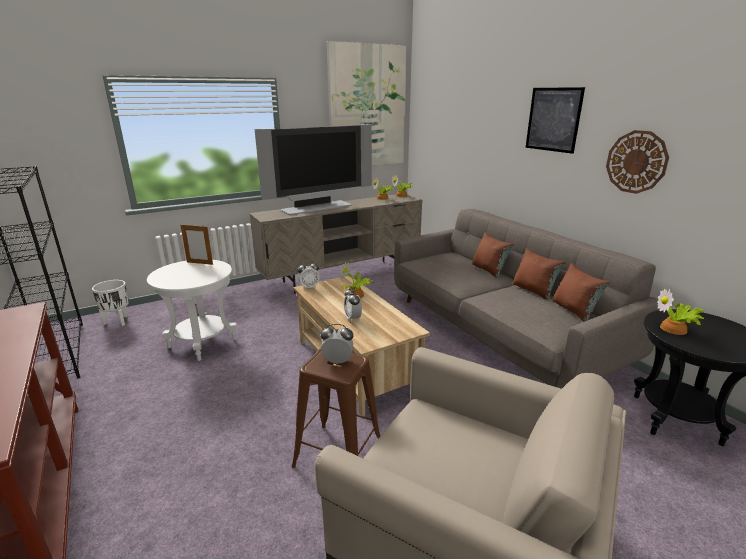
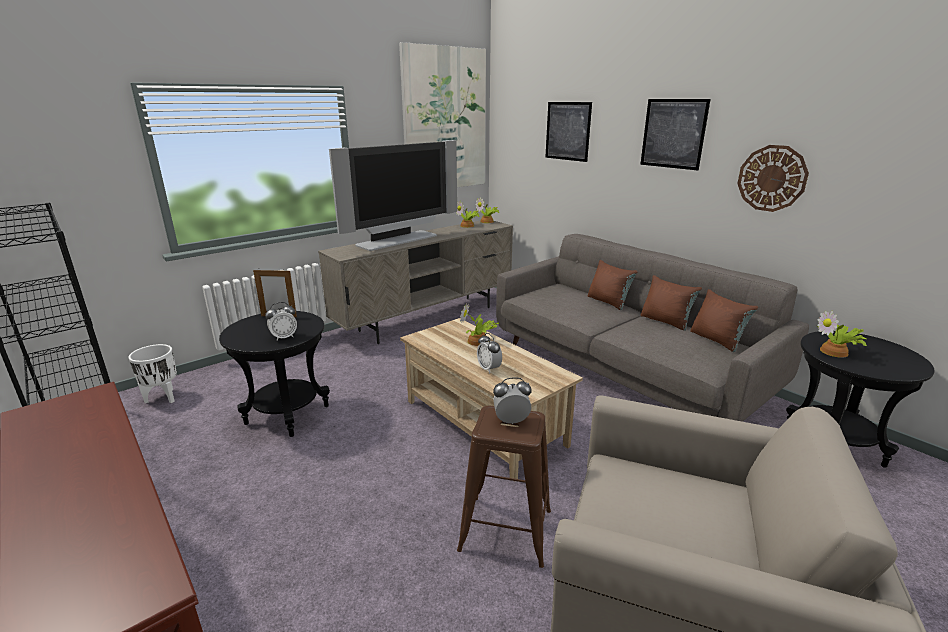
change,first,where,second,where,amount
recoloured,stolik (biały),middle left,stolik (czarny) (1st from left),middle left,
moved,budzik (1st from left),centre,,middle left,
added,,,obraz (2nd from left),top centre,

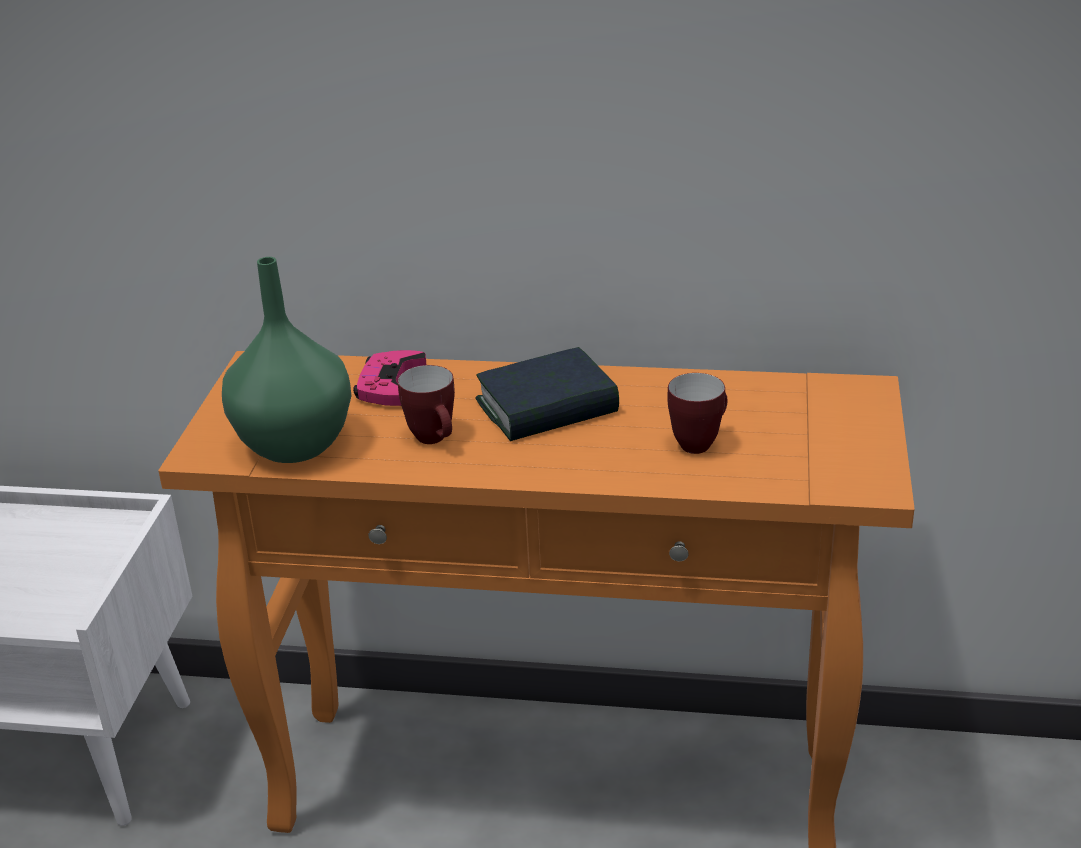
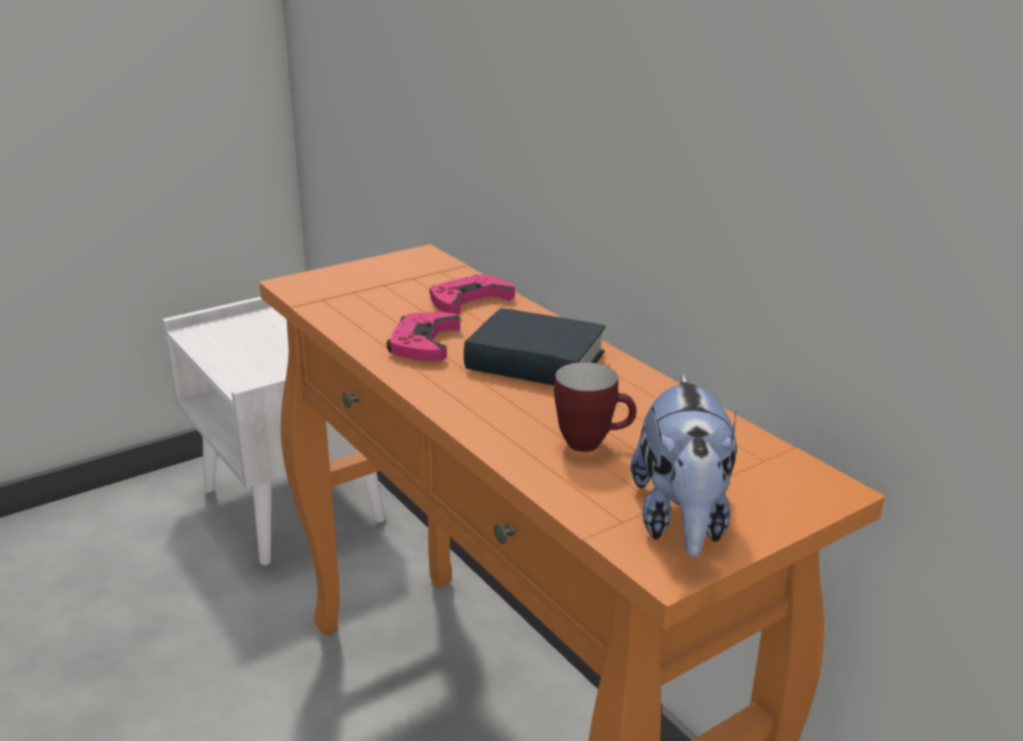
change,first,where,second,where,amount
removed,wazon (zielony),middle left,,,
replaced,kubek (1st from left),centre,pad do gier (różowy) (1st from left),centre,
added,,,pluszak,middle right,

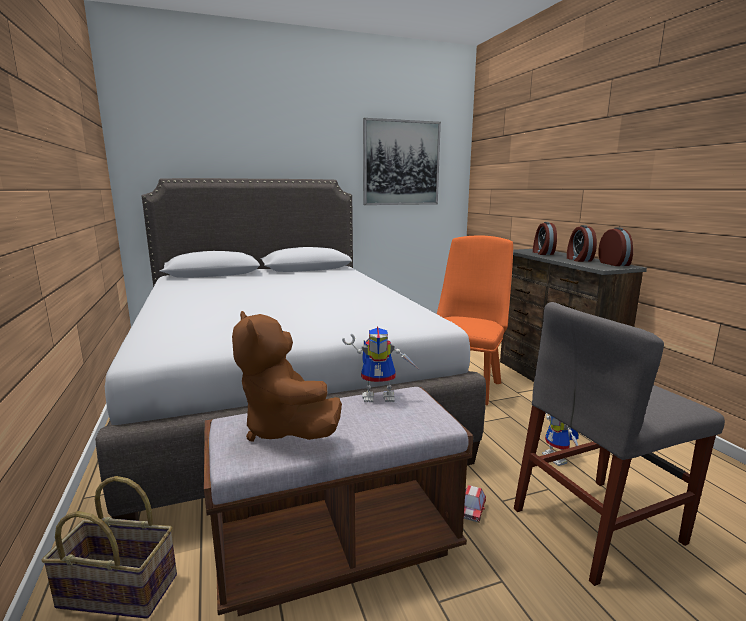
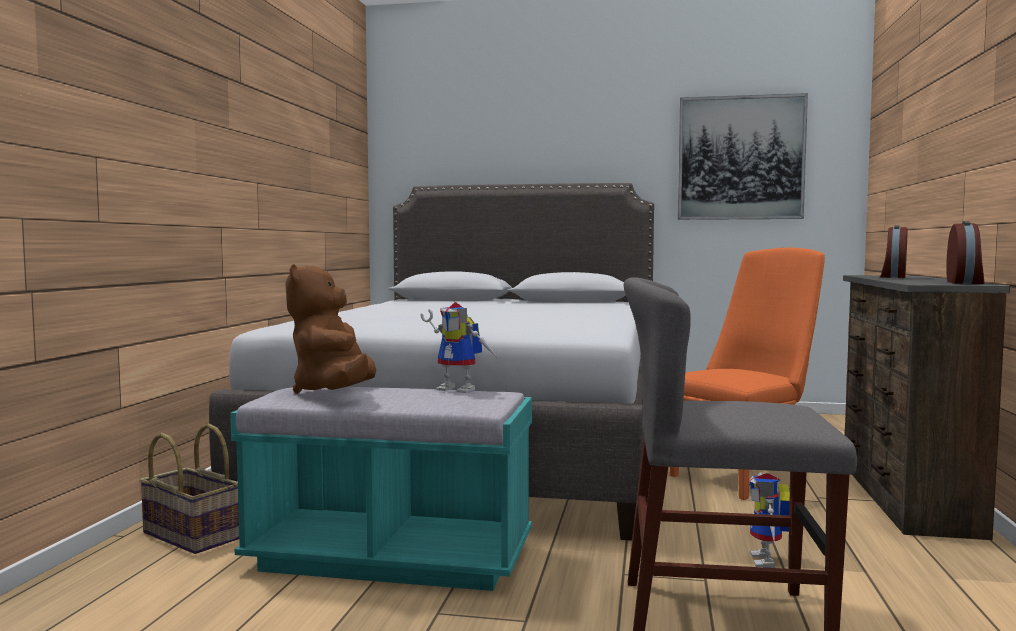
change,first,where,second,where,amount
removed,budzik (2nd from left),middle right,,,
recoloured,ławka (brązowy),bottom centre,ławka (turkusowy),bottom centre,
removed,samochodzik,bottom centre,,,

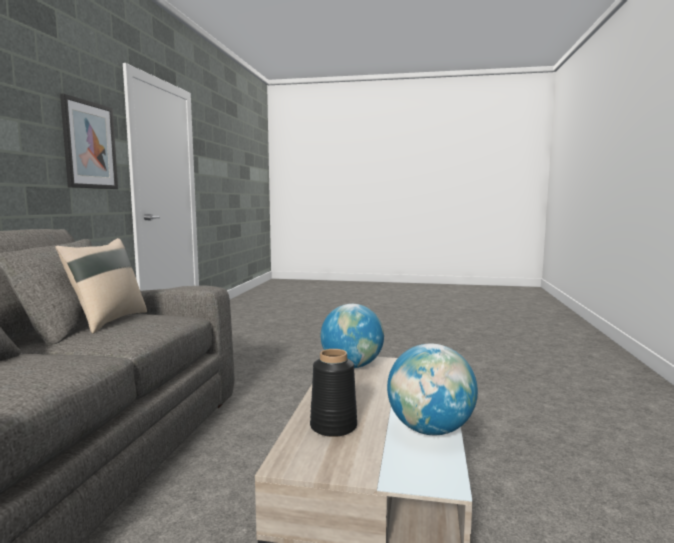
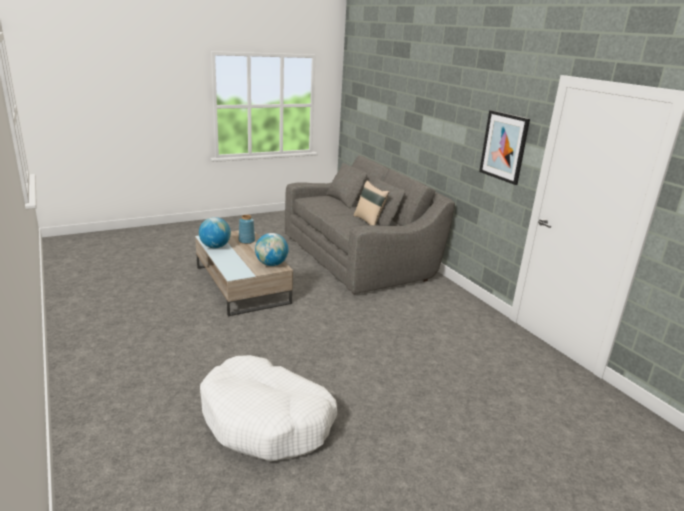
change,first,where,second,where,amount
recoloured,wazon (czarny),bottom centre,wazon (niebieski),centre,
added,,,legowisko (biały),bottom centre,

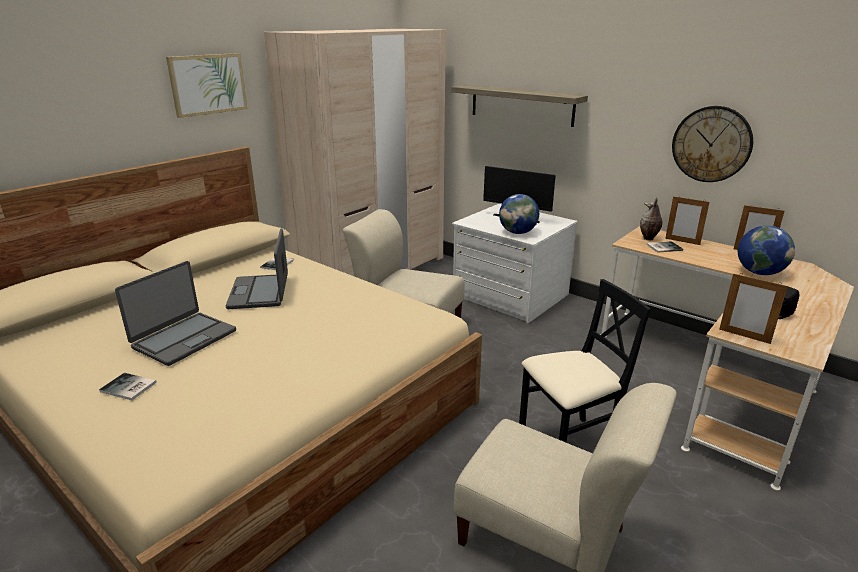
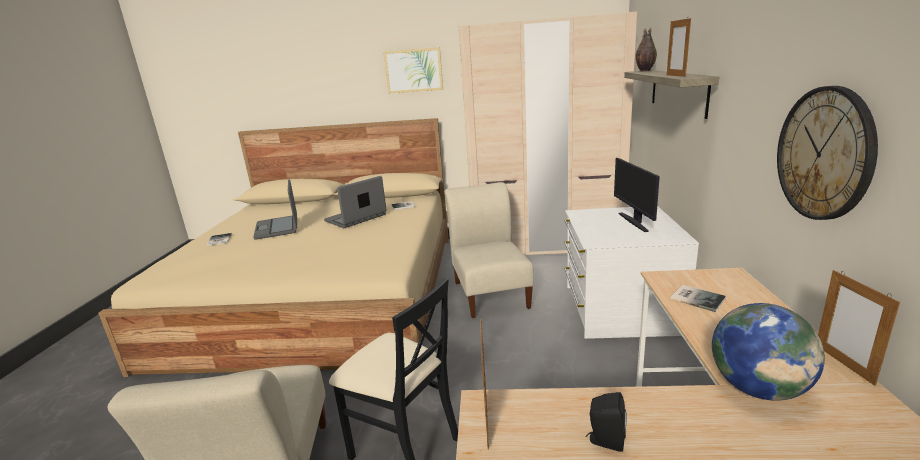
change,first,where,second,where,amount
removed,globus (1st from left),centre,,,
moved,ramka na zdjęcie (1st from left in the first image),middle right,ramka na zdjęcie (2nd from left),top right,
moved,wazon,middle right,,top right,
turned,laptop (1st from left),middle left,,middle left,75 degrees clockwise

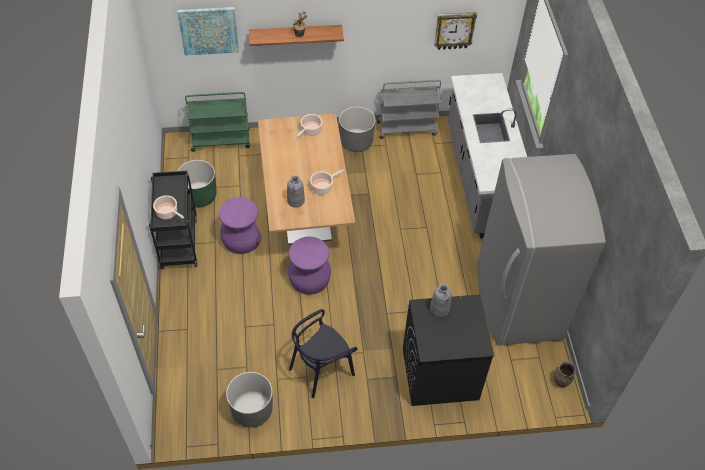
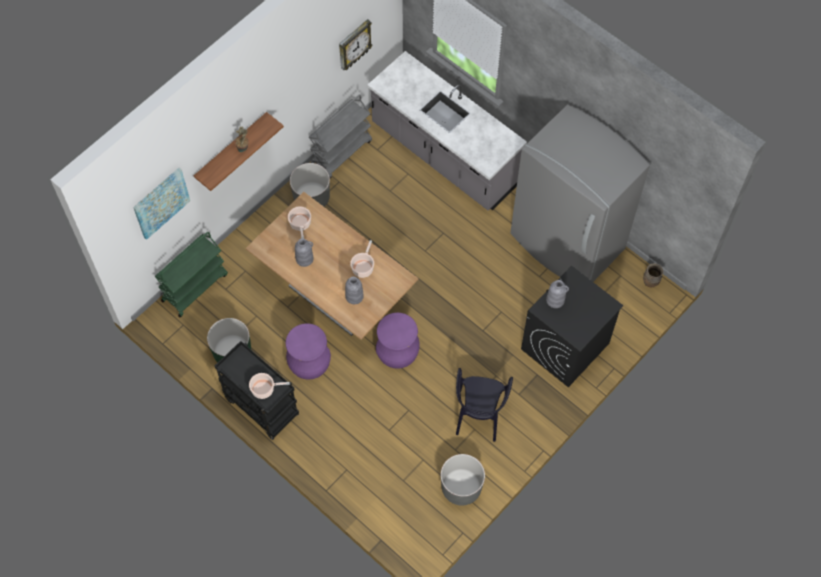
change,first,where,second,where,amount
added,,,wazon (szary) (1st from left),centre,

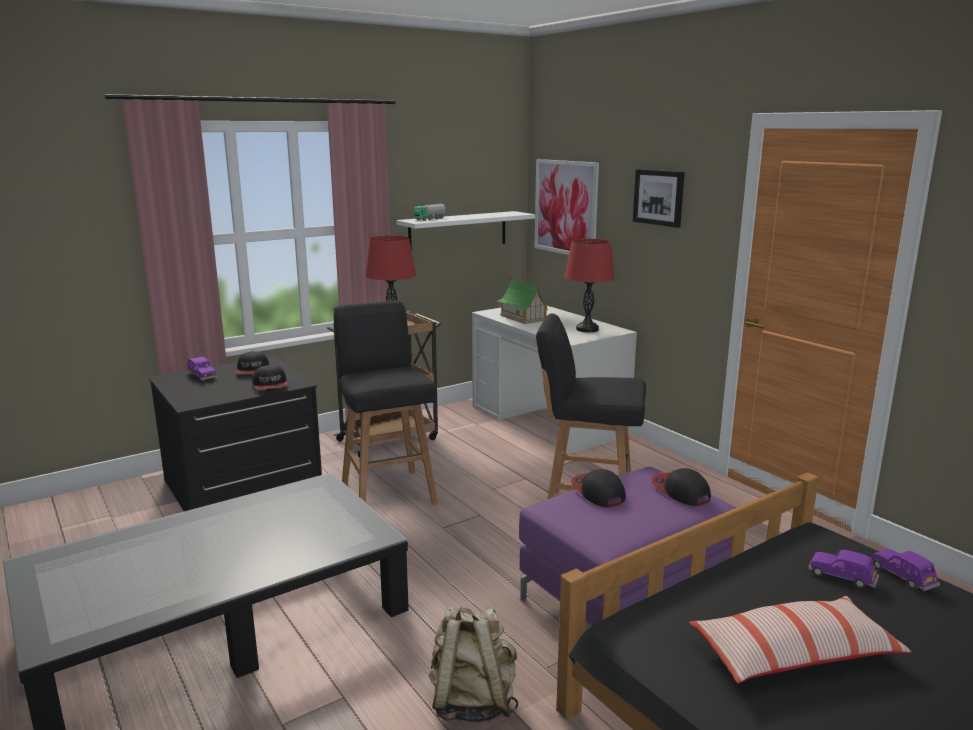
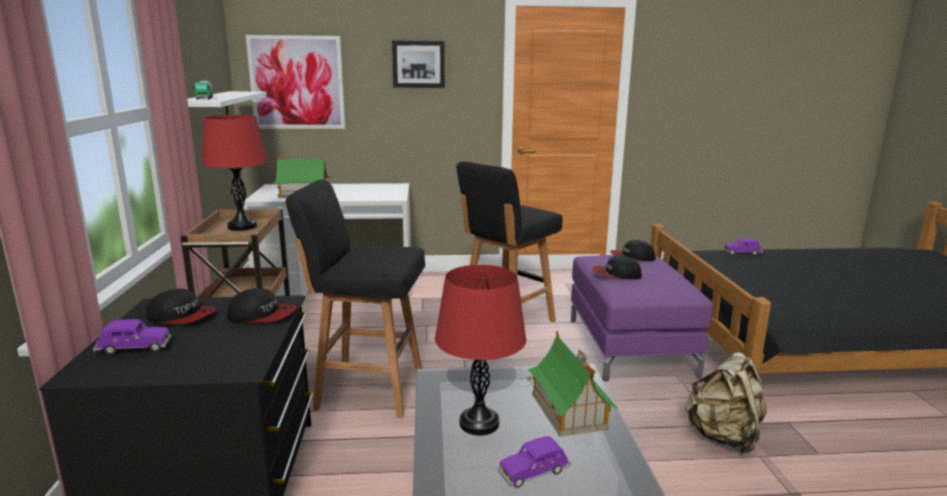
change,first,where,second,where,amount
moved,lampa stołowa (czerwony) (2nd from left),centre,,bottom centre,
moved,samochodzik (fioletowy) (2nd from left),bottom right,,bottom centre,
removed,poduszka,bottom right,,,
added,,,domek (2nd from left),bottom centre,

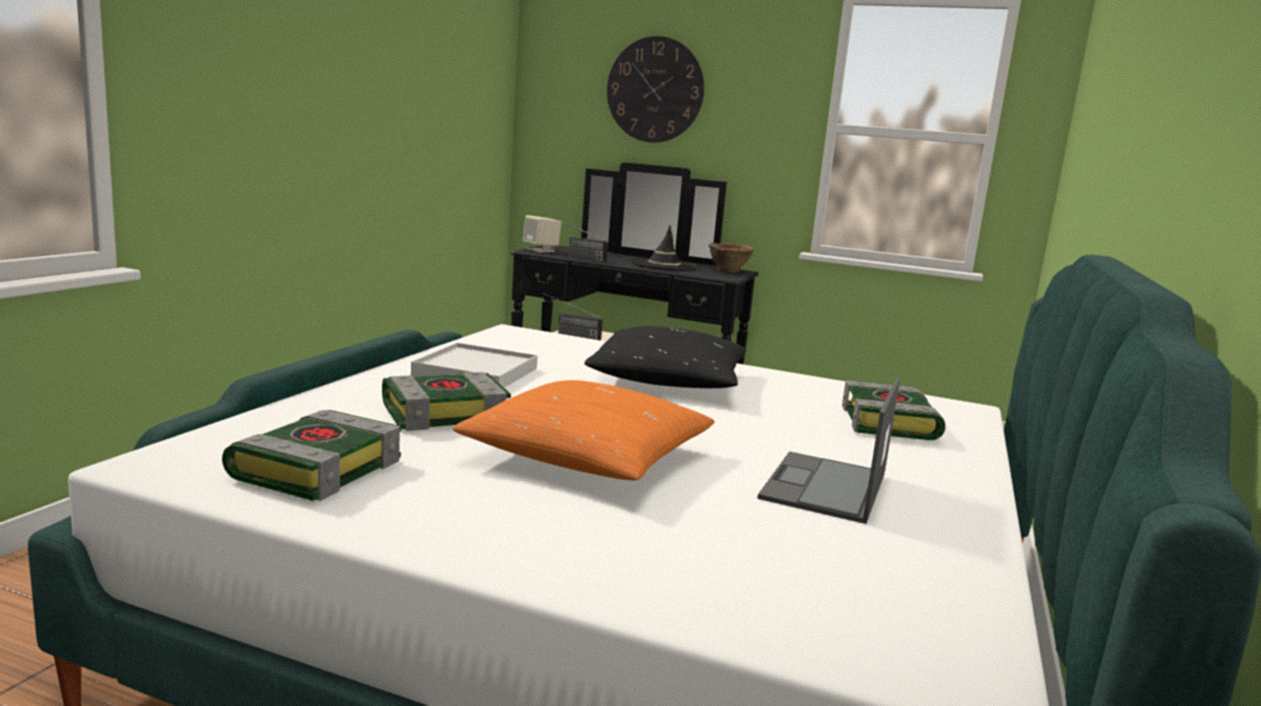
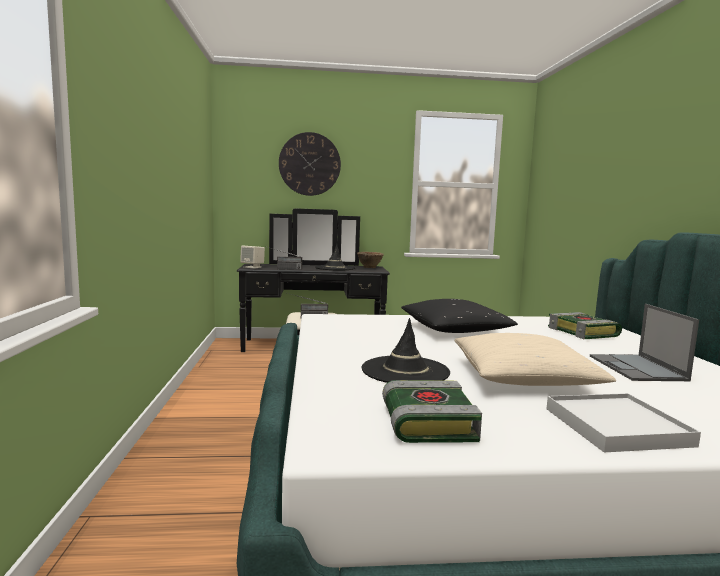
change,first,where,second,where,amount
moved,taca (biały),centre,,bottom right,
replaced,książka (2nd from left),centre,kapelusz (czarny) (2nd from left),centre,
recoloured,poduszka (pomarańczowy),centre,poduszka (beżowy),middle right,

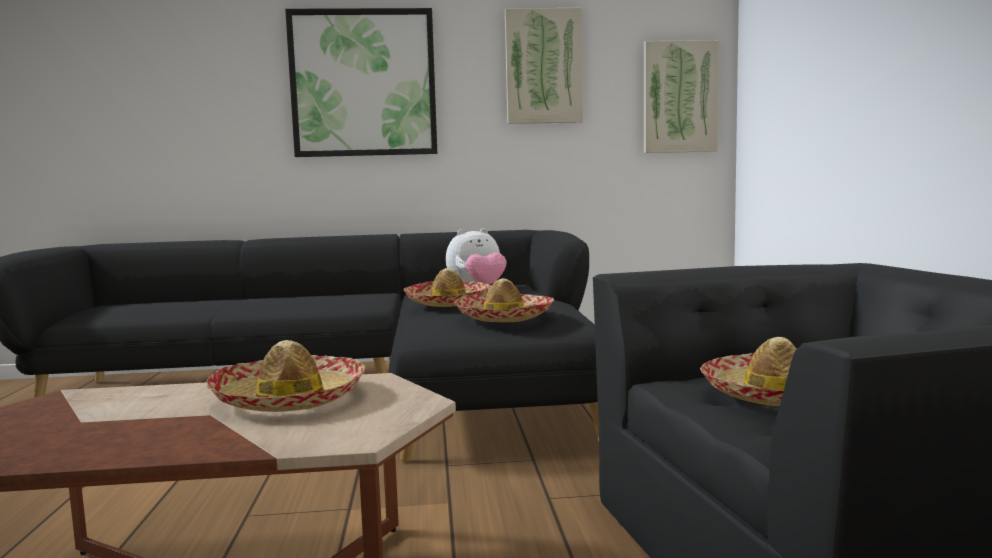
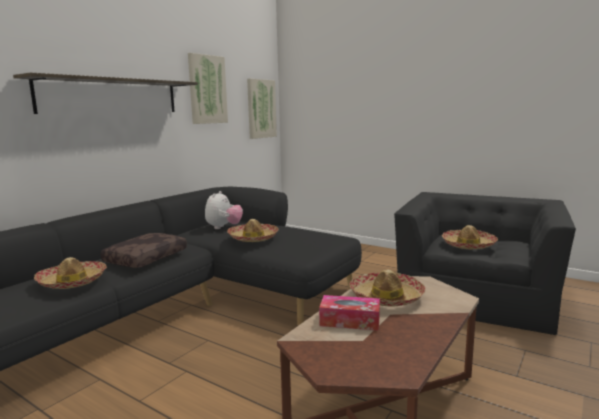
change,first,where,second,where,amount
replaced,obraz (1st from left),top centre,półka,top left,
moved,kapelusz (3rd from left in the first image),centre,kapelusz (1st from left),middle left,
added,,,poduszka (brązowy),middle left,
added,,,pudełko chusteczek,bottom centre,

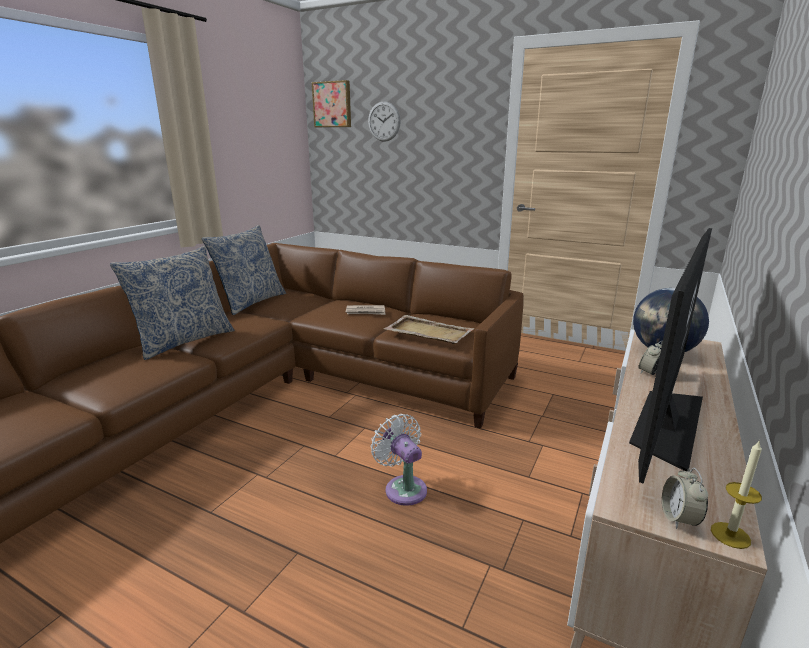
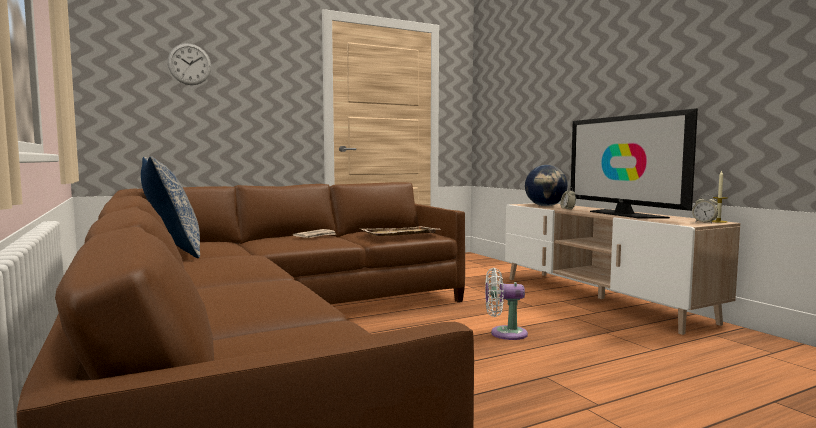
change,first,where,second,where,amount
removed,obraz,top centre,,,
removed,poduszka (1st from left),middle left,,,

